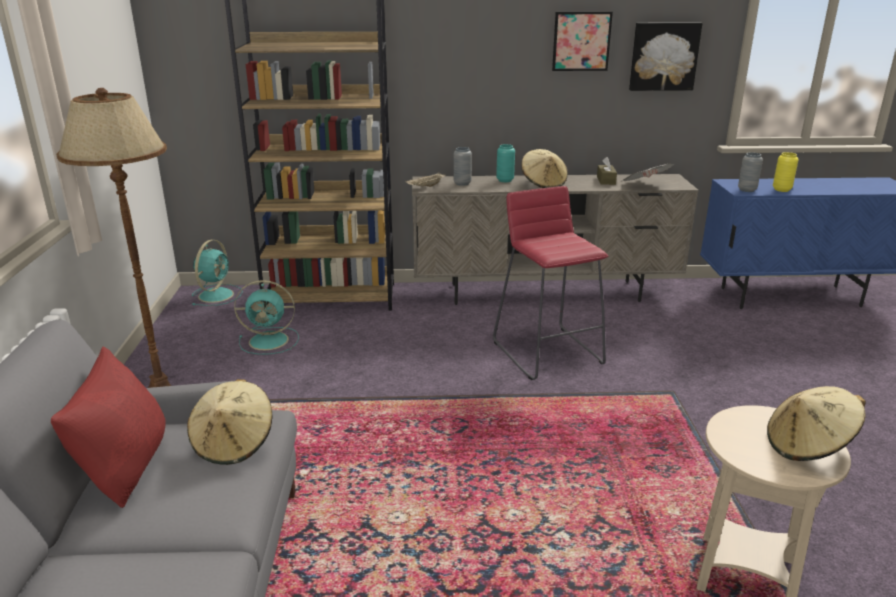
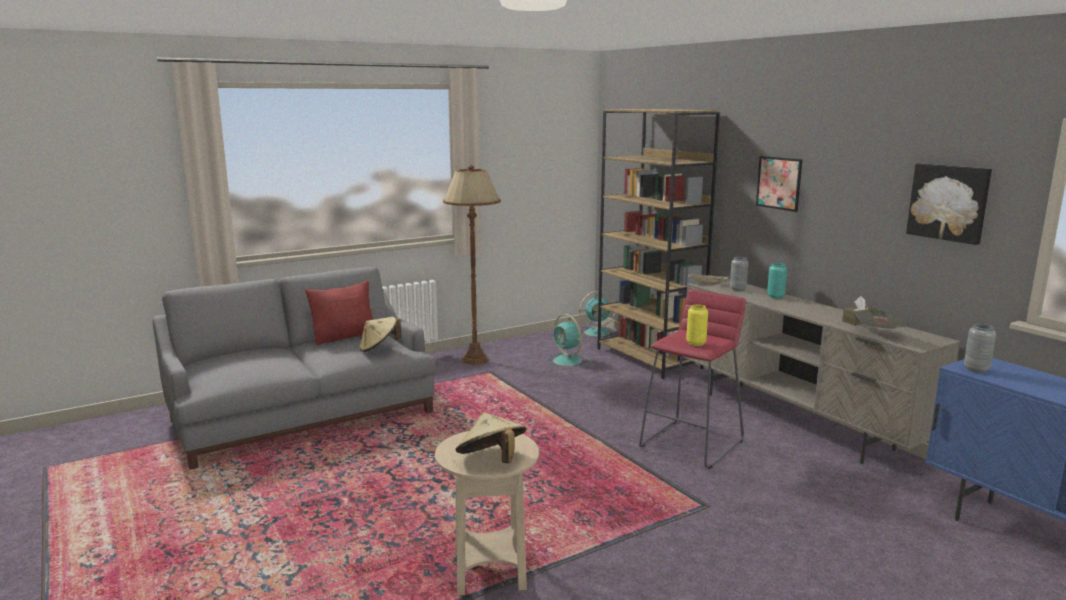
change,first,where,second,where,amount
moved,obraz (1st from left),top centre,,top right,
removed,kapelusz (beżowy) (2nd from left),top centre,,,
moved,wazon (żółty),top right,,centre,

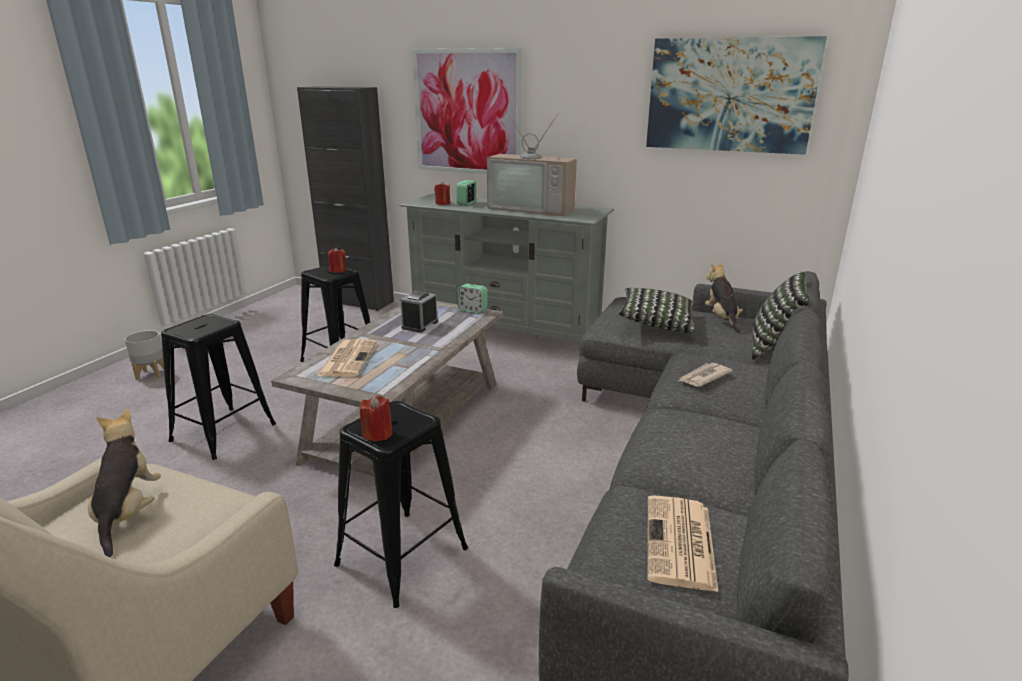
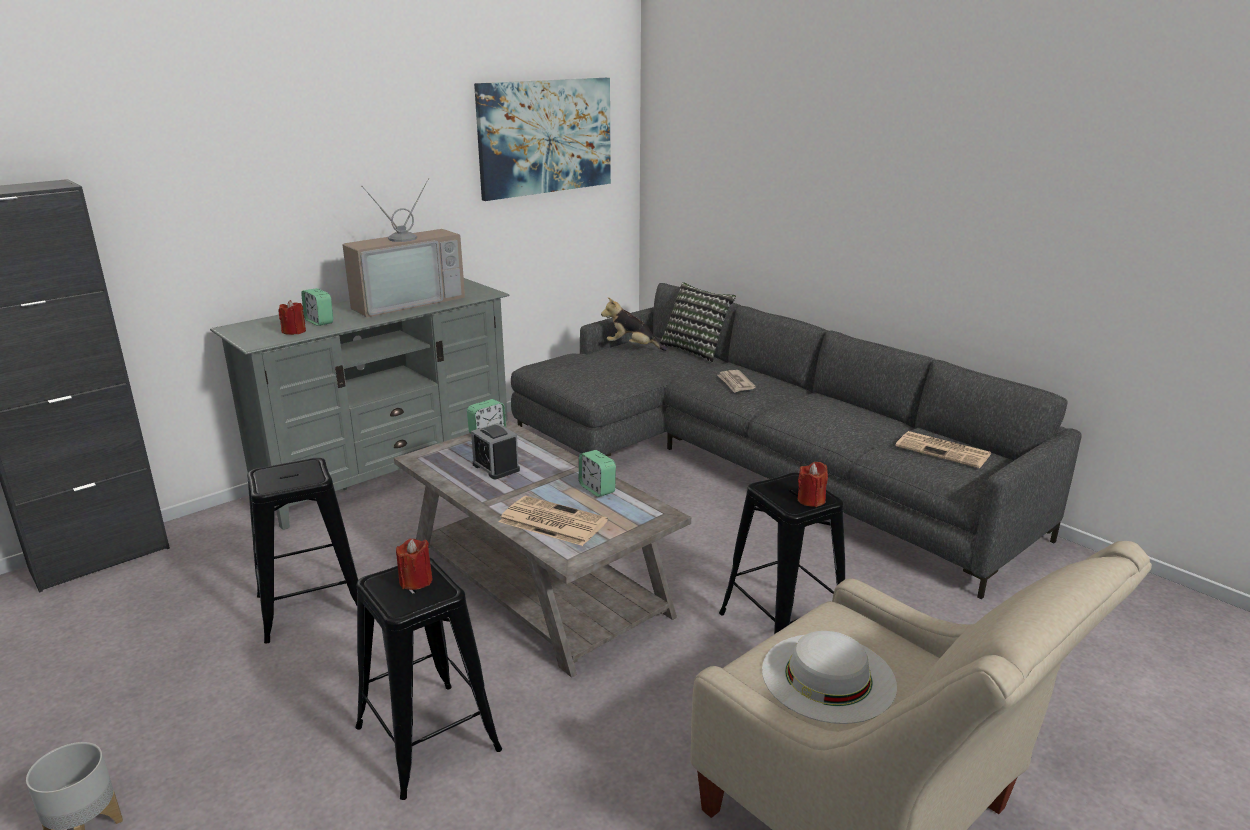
change,first,where,second,where,amount
removed,obraz (1st from left),top centre,,,
moved,świeca (czerwony) (1st from left in the first image),middle left,świeca (czerwony) (2nd from left),bottom left,
removed,poduszka (1st from left),centre,,,
replaced,pluszak (1st from left),bottom left,kapelusz (biały),bottom centre,
added,,,budzik (4th from left),centre,

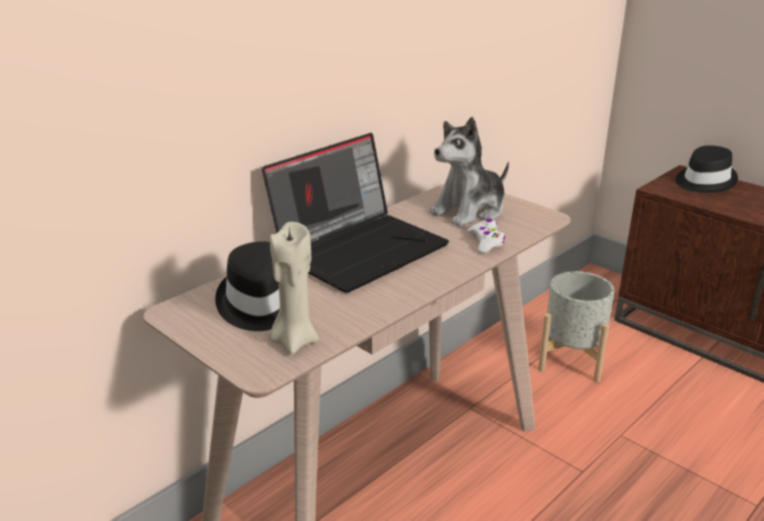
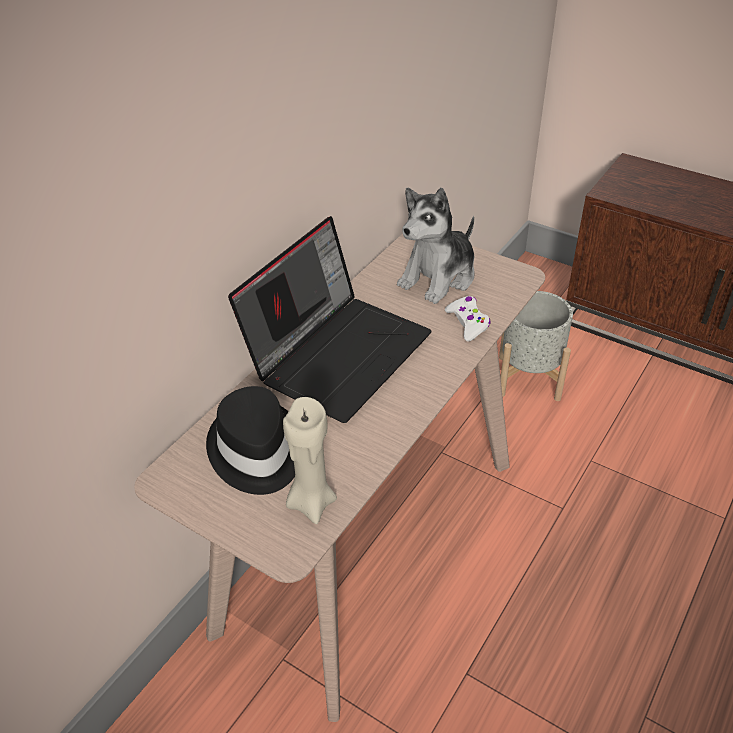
change,first,where,second,where,amount
removed,kapelusz (czarny) (2nd from left),top right,,,

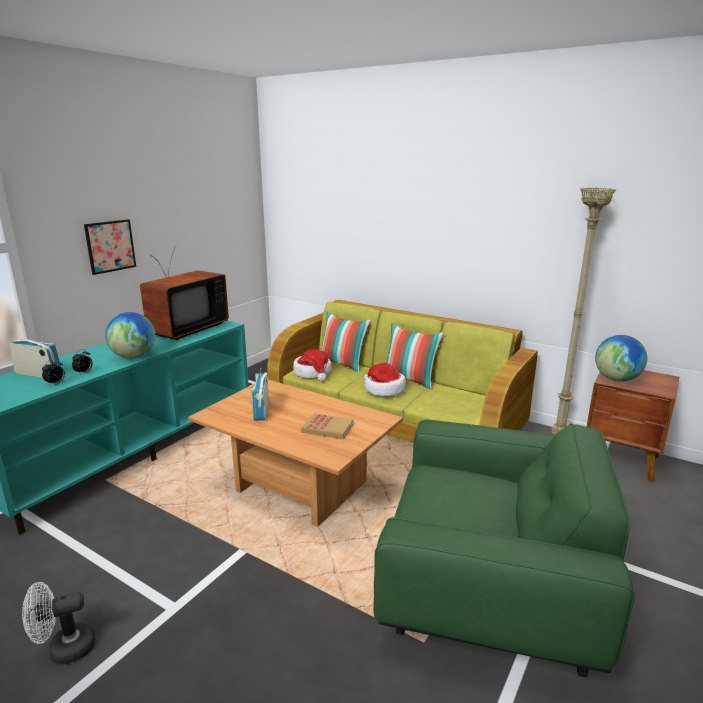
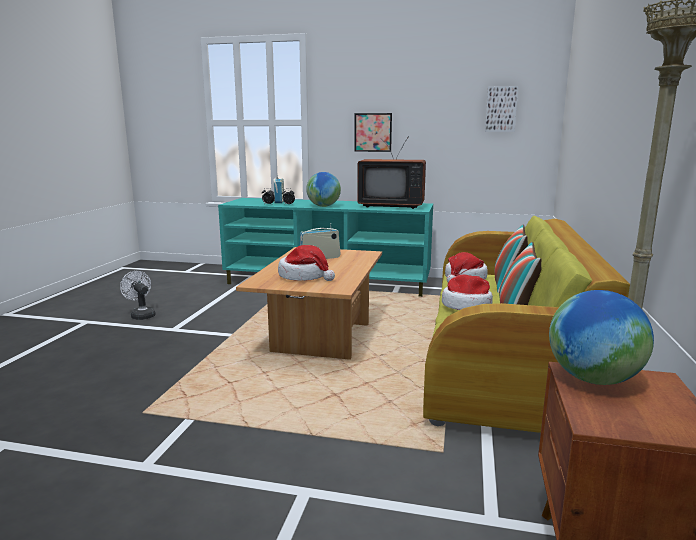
change,first,where,second,where,amount
replaced,książka,centre,kapelusz (1st from left),centre,
removed,fotel (zielony),bottom right,,,
added,,,obraz (2nd from left),top right,

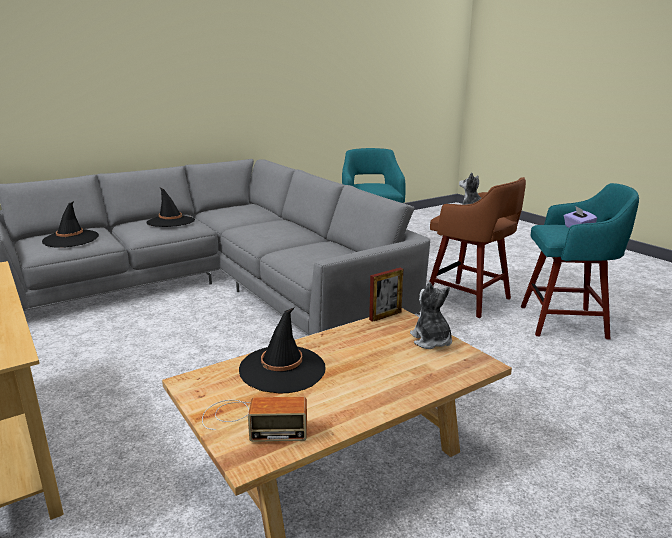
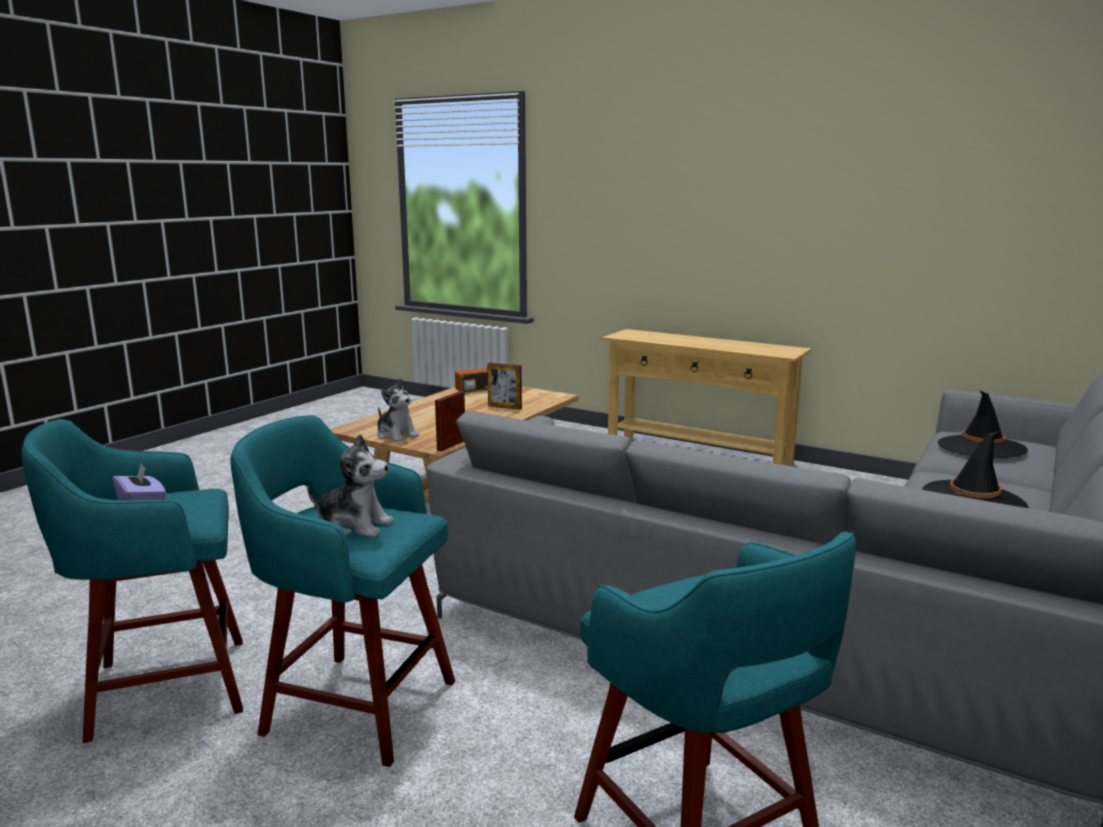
change,first,where,second,where,amount
recoloured,stołek (brązowy),middle right,stołek (turkusowy) (2nd from left),bottom left,
replaced,kapelusz (czarny) (3rd from left),centre,ramka na zdjęcie (2nd from left),centre,

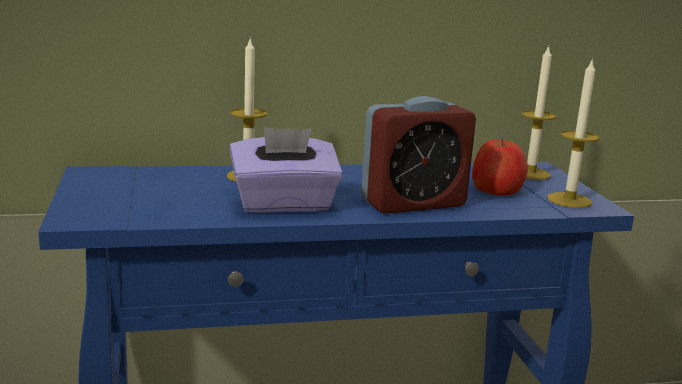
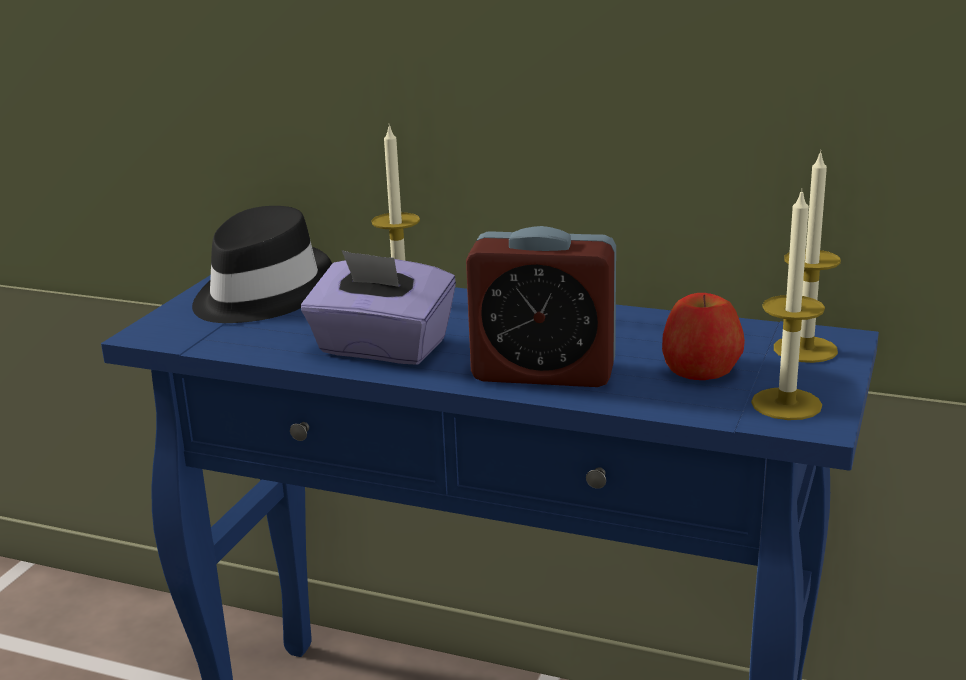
change,first,where,second,where,amount
added,,,kapelusz (czarny),middle left,

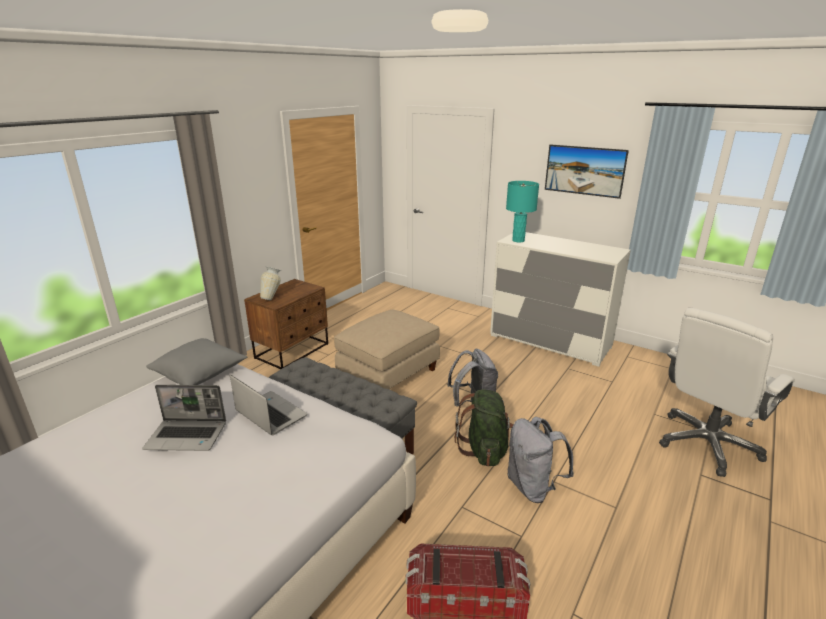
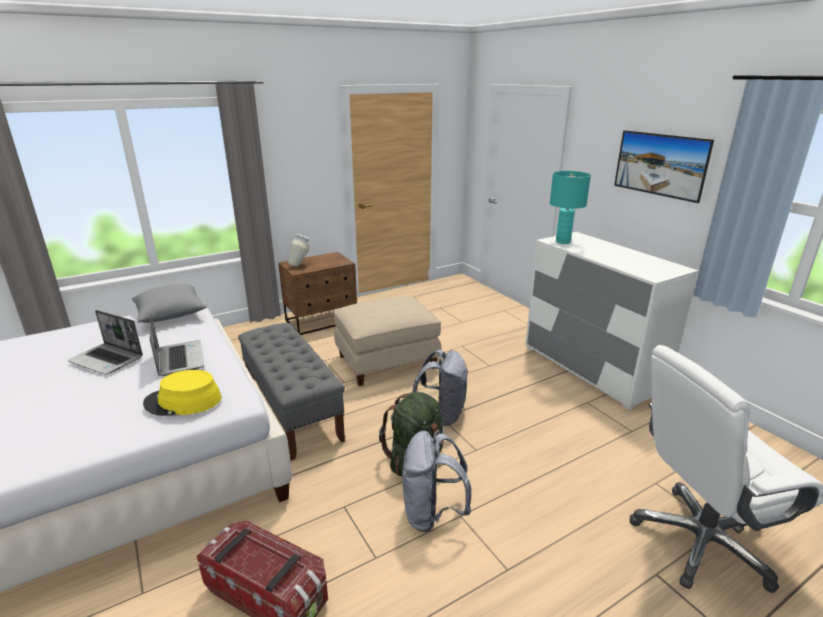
change,first,where,second,where,amount
added,,,kapelusz (żółty),middle left,

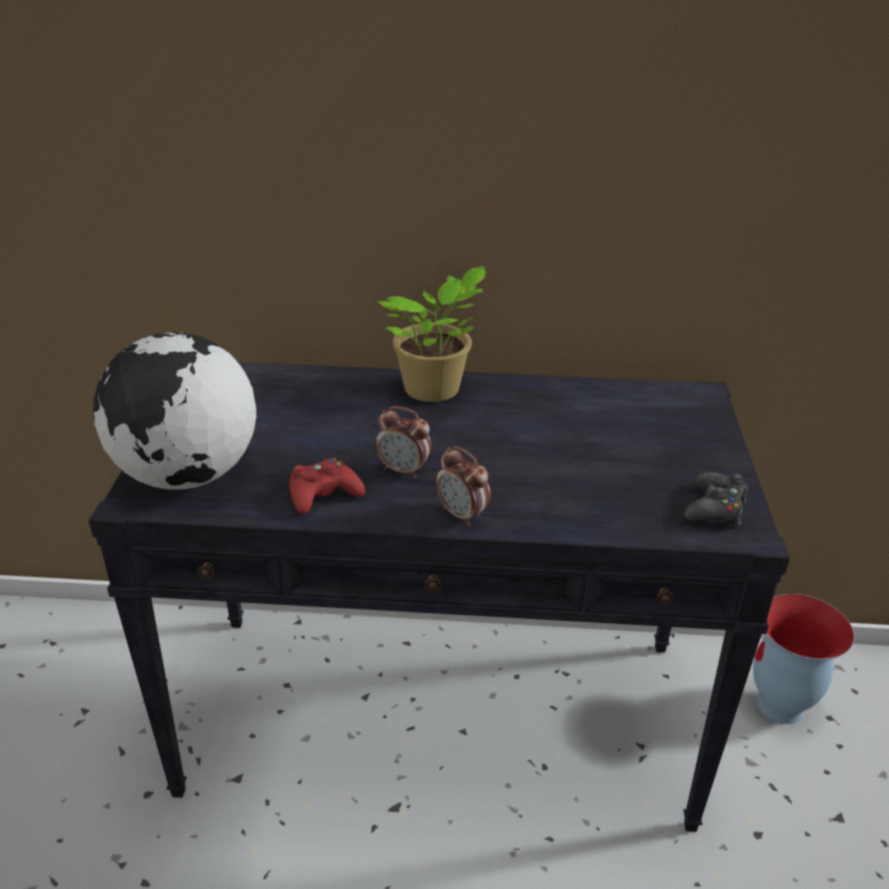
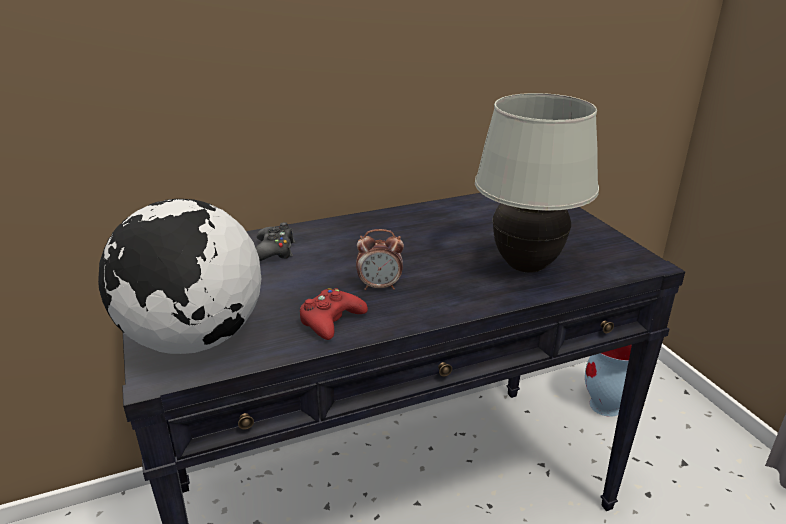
change,first,where,second,where,amount
removed,roślina doniczkowa,centre,,,
removed,budzik (2nd from left),centre,,,
moved,pad do gier (czarny),middle right,,centre,
added,,,lampa stołowa (biały),middle right,

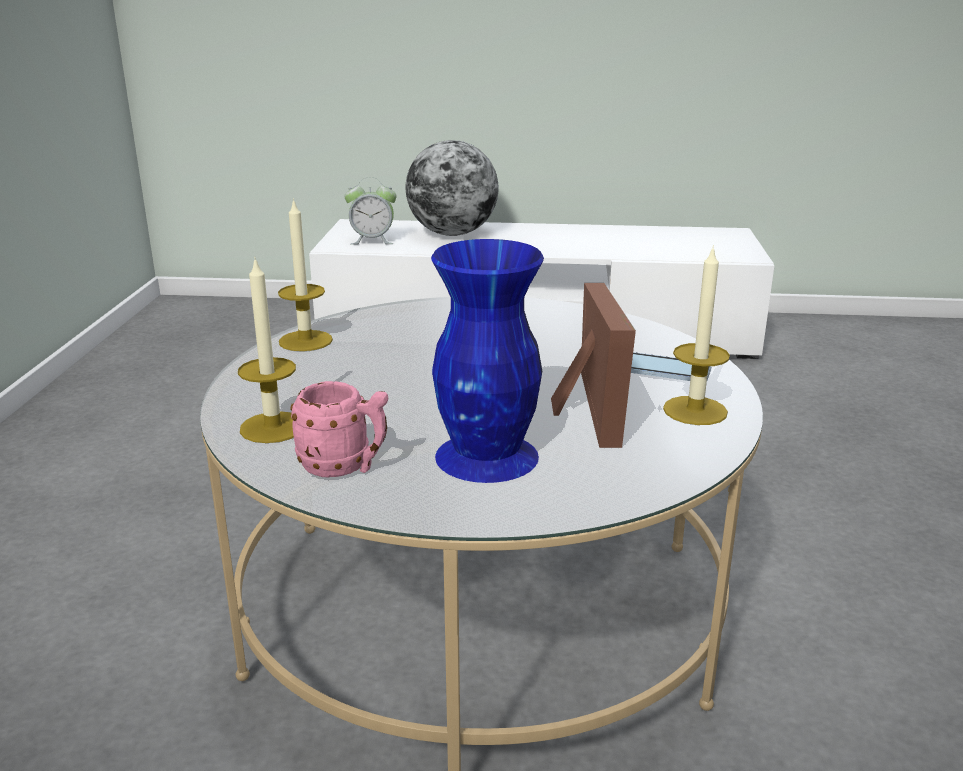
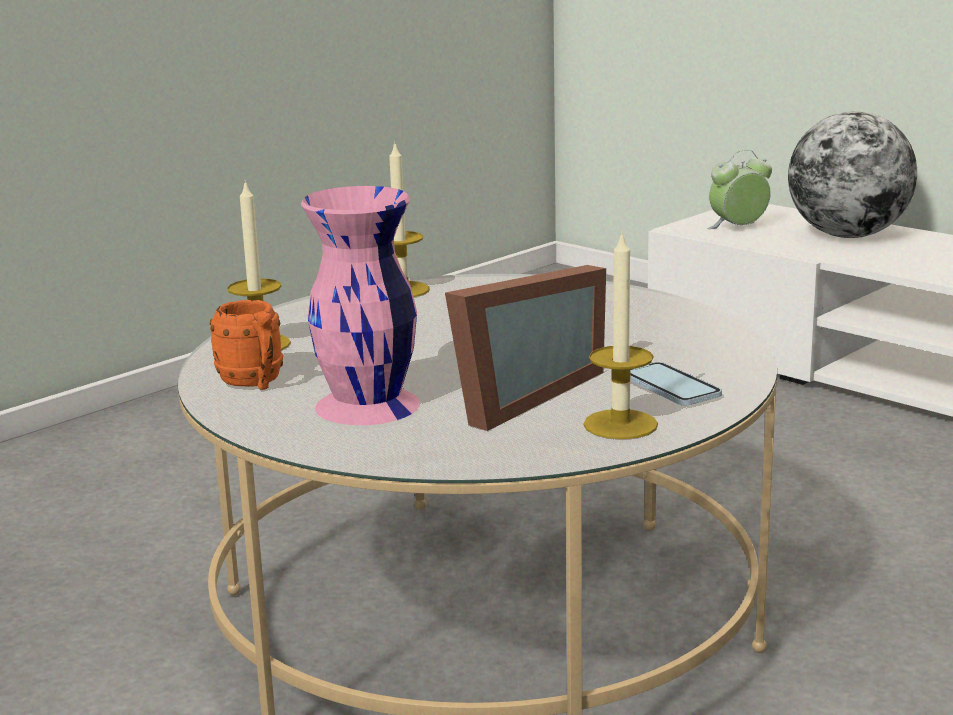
change,first,where,second,where,amount
turned,budzik,top centre,,top right,120 degrees clockwise
recoloured,wazon (niebieski),centre,wazon (różowy),centre,
recoloured,kubek (różowy),centre,kubek (pomarańczowy),middle left,

